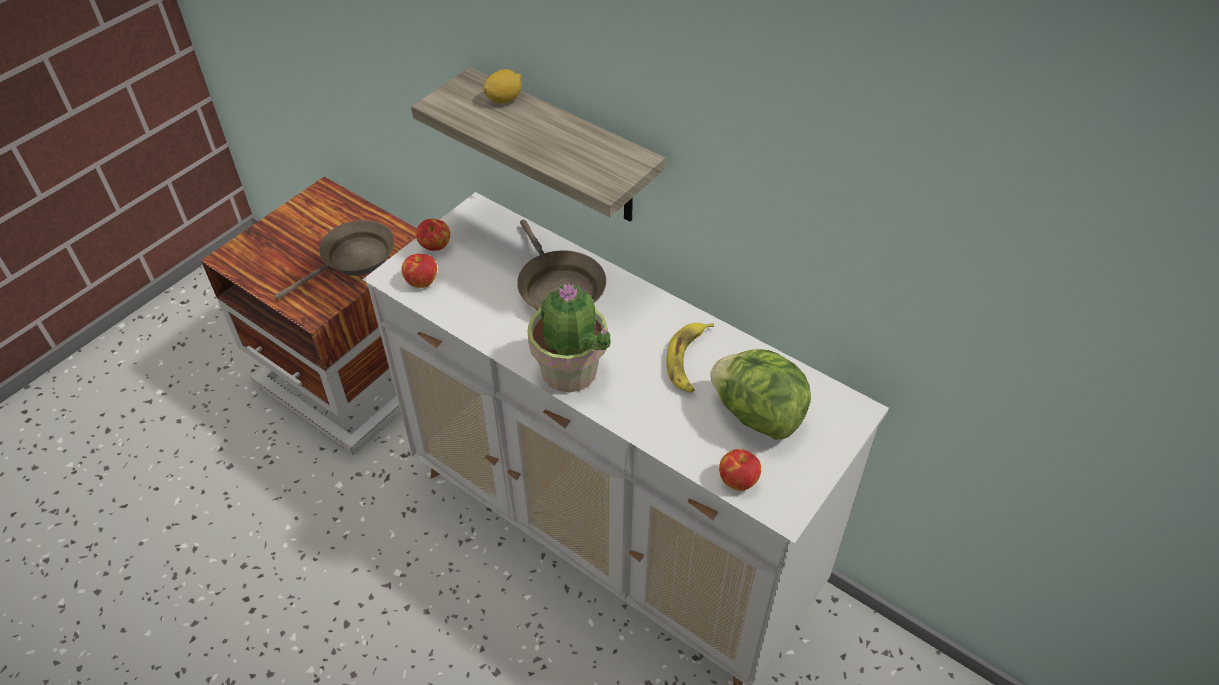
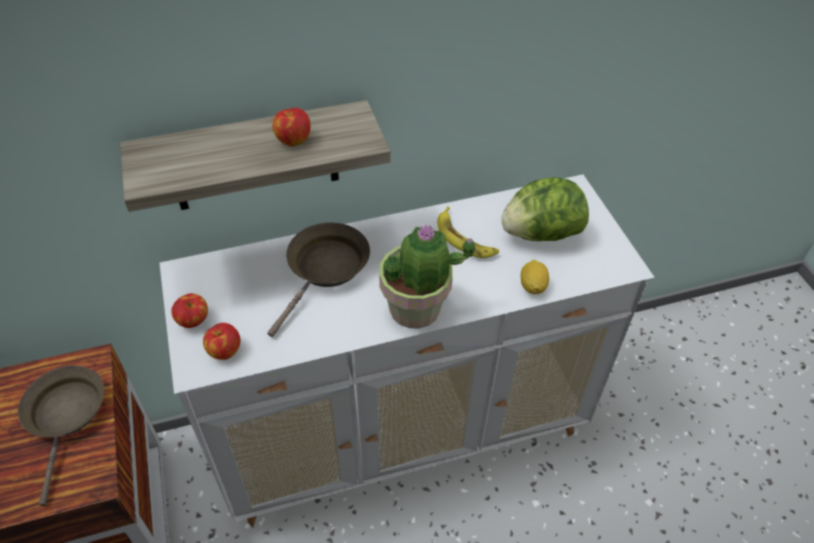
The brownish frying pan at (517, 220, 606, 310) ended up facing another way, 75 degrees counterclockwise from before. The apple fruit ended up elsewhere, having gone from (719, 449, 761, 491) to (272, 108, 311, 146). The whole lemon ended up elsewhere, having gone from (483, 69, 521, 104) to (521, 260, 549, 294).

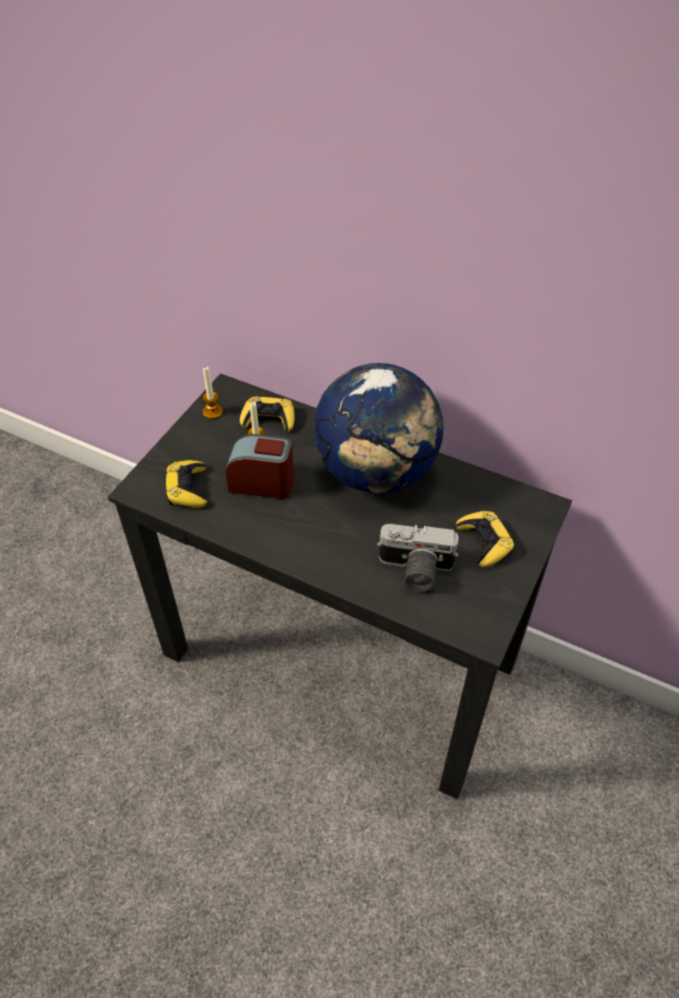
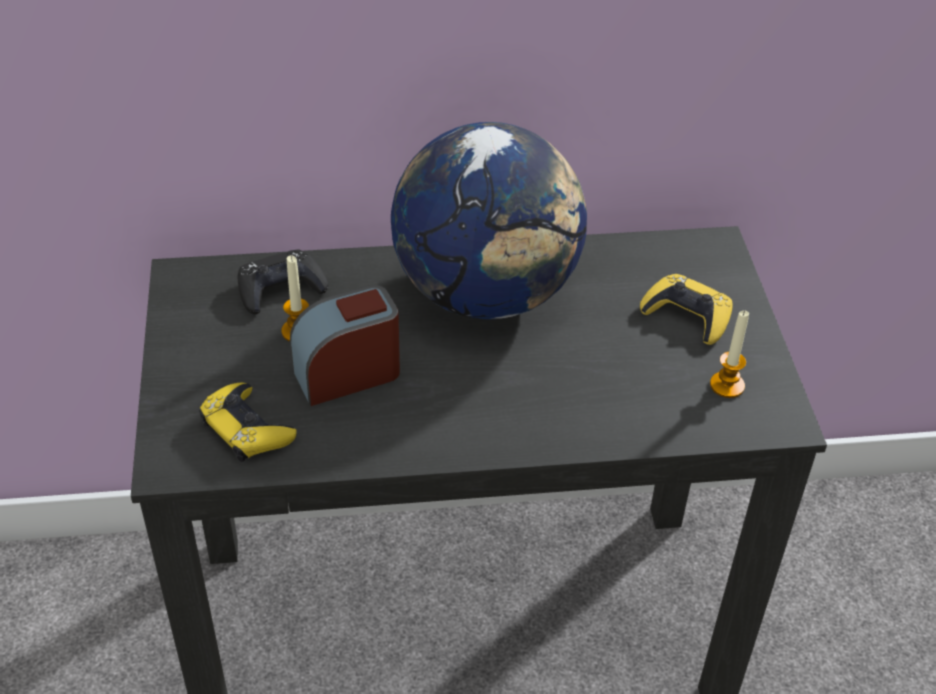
What was the yellow gamepad at (240, 396, 295, 431) turned into the black-coloured gamepad at (238, 250, 328, 314). The wax candle ended up elsewhere, having gone from (203, 366, 223, 419) to (710, 310, 749, 398). The second view lost the photo camera at (377, 524, 459, 591).

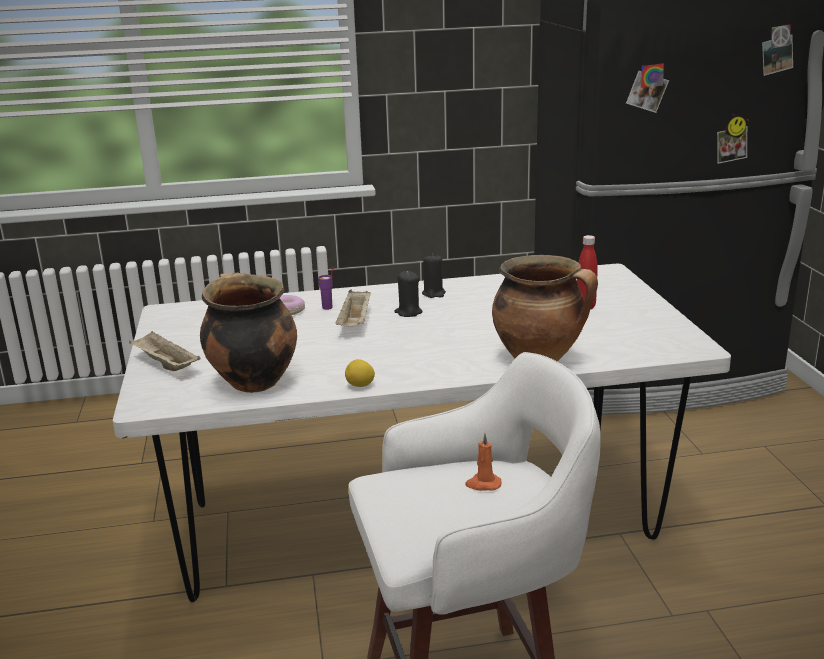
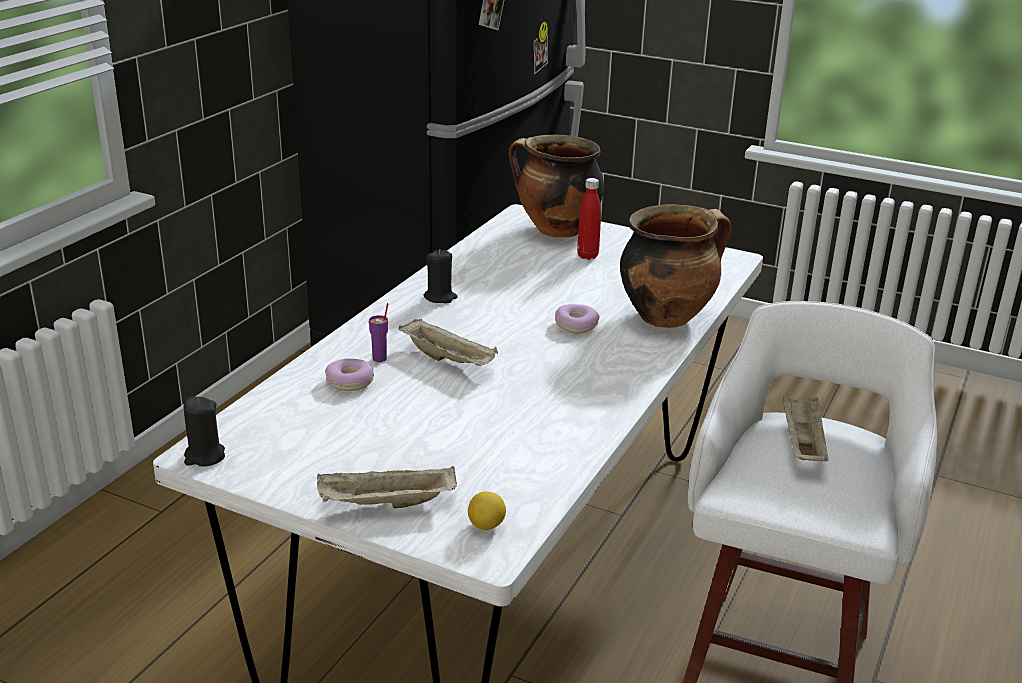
The black-coloured wax candle ended up elsewhere, having gone from (395, 271, 423, 317) to (184, 397, 225, 467). The whole lemon ended up elsewhere, having gone from (345, 359, 375, 387) to (468, 491, 506, 530). The stockpot ended up elsewhere, having gone from (200, 273, 297, 393) to (509, 135, 604, 238). The second view gained the ring doughnut at (555, 304, 600, 334). Where the orange-coloured wax candle stood at (465, 433, 502, 491), the beige serving tray came to stand at (783, 396, 829, 462).

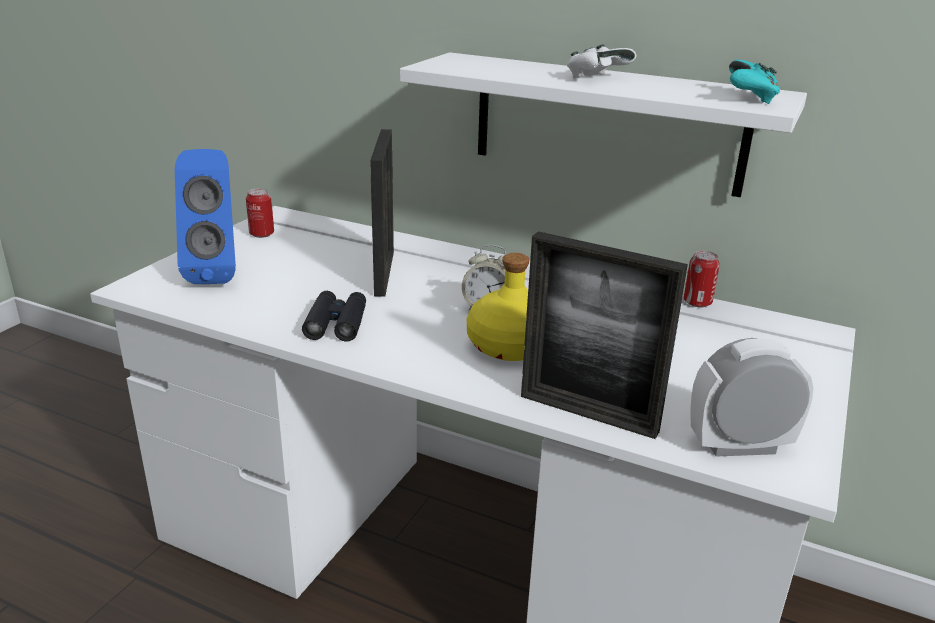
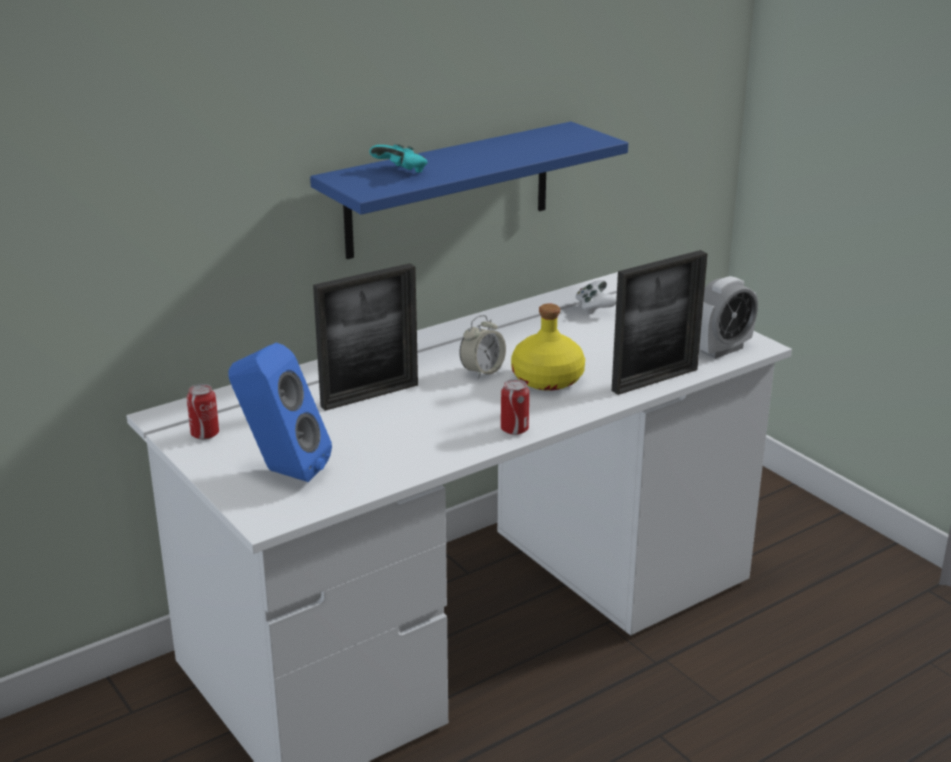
What was the white-coloured shelf at (400, 52, 807, 197) turned into the bluish shelf at (310, 122, 628, 259). The picture frame at (370, 129, 394, 297) ended up facing another way, 120 degrees clockwise from before. The turquoise gamepad ended up elsewhere, having gone from (729, 60, 780, 104) to (369, 144, 428, 173). The can ended up elsewhere, having gone from (684, 251, 720, 308) to (501, 379, 529, 435). The white-coloured gamepad ended up elsewhere, having gone from (567, 44, 636, 78) to (576, 280, 617, 315). The bedside clock at (690, 338, 814, 457) ended up facing another way, 150 degrees counterclockwise from before. The second view lost the black-coloured binoculars at (302, 291, 366, 342).

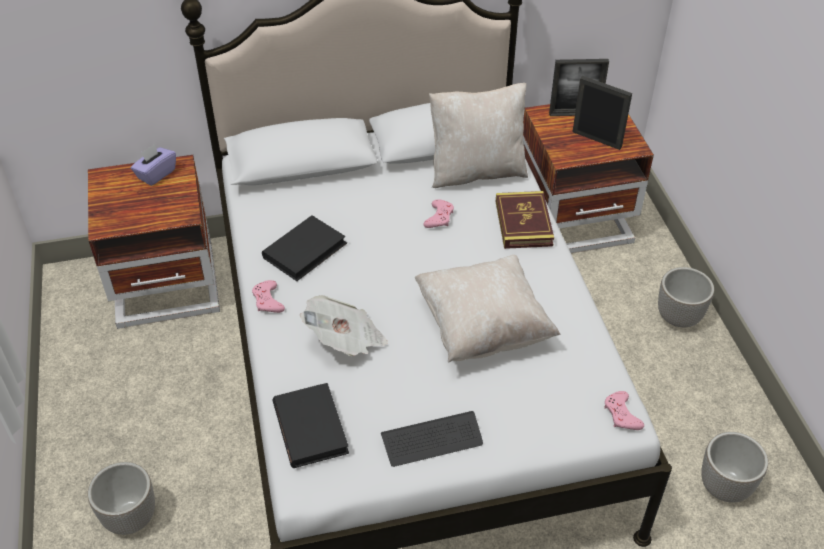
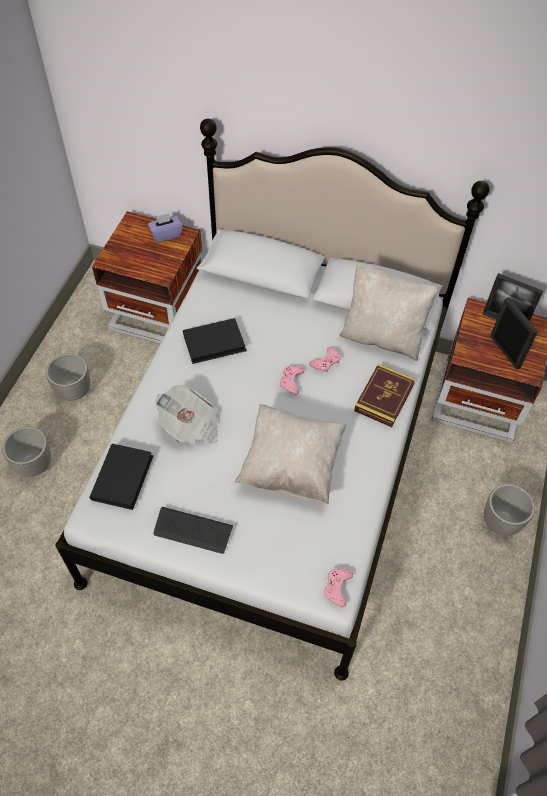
The planter ended up elsewhere, having gone from (701, 432, 768, 503) to (46, 353, 90, 401). The pinkish gamepad ended up elsewhere, having gone from (252, 280, 285, 313) to (280, 366, 305, 395).

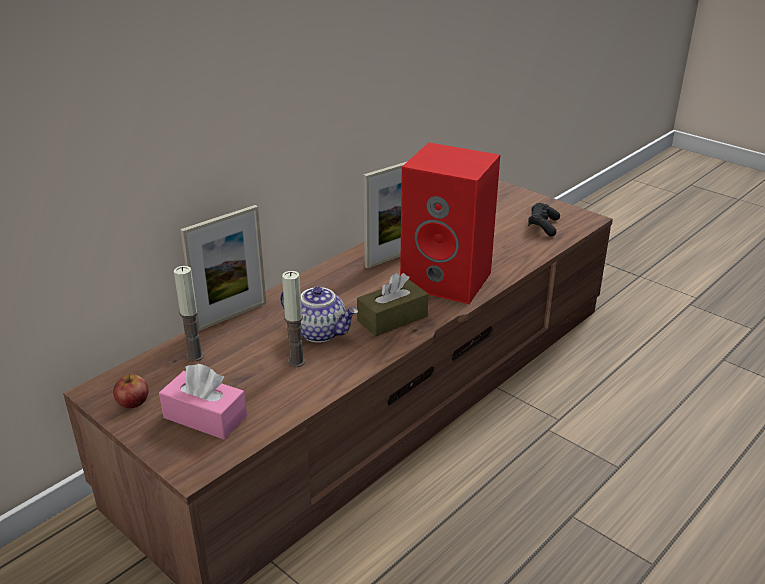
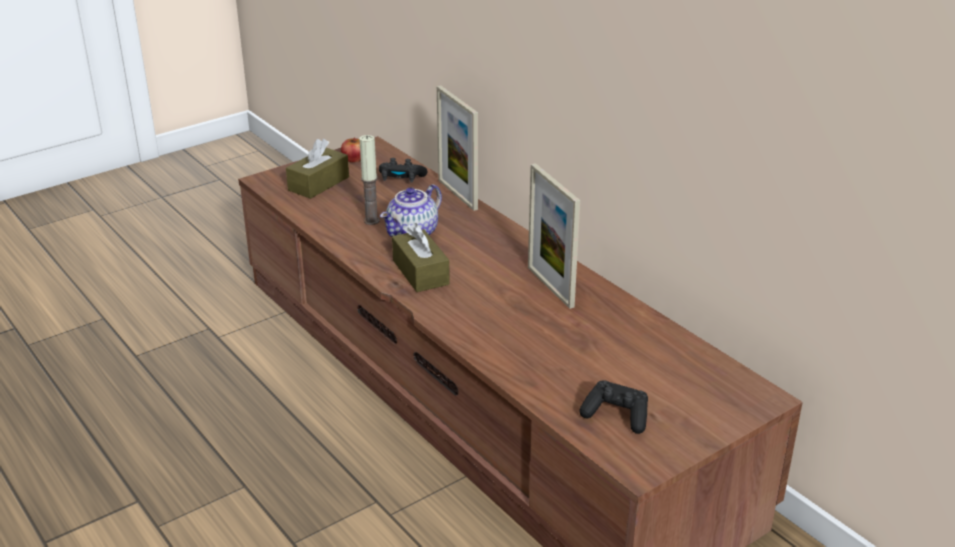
What was the pinkish box of tissues at (159, 364, 247, 440) turned into the brownish box of tissues at (286, 139, 349, 199). Where the wax candle stood at (174, 266, 204, 362), the black-coloured gamepad came to stand at (379, 158, 427, 183). The second view lost the red-coloured speaker at (400, 143, 500, 304).

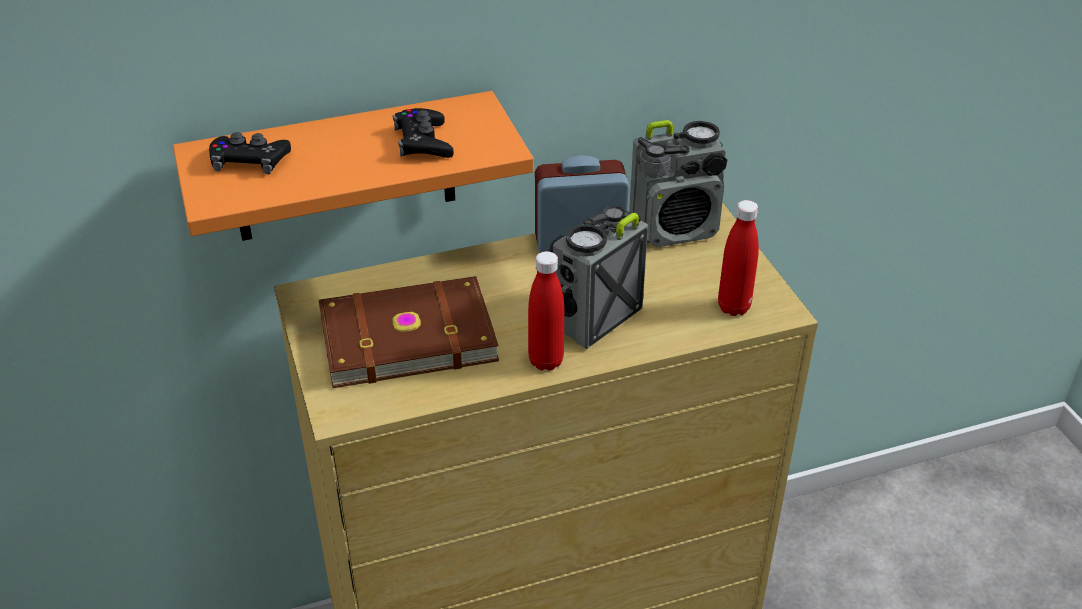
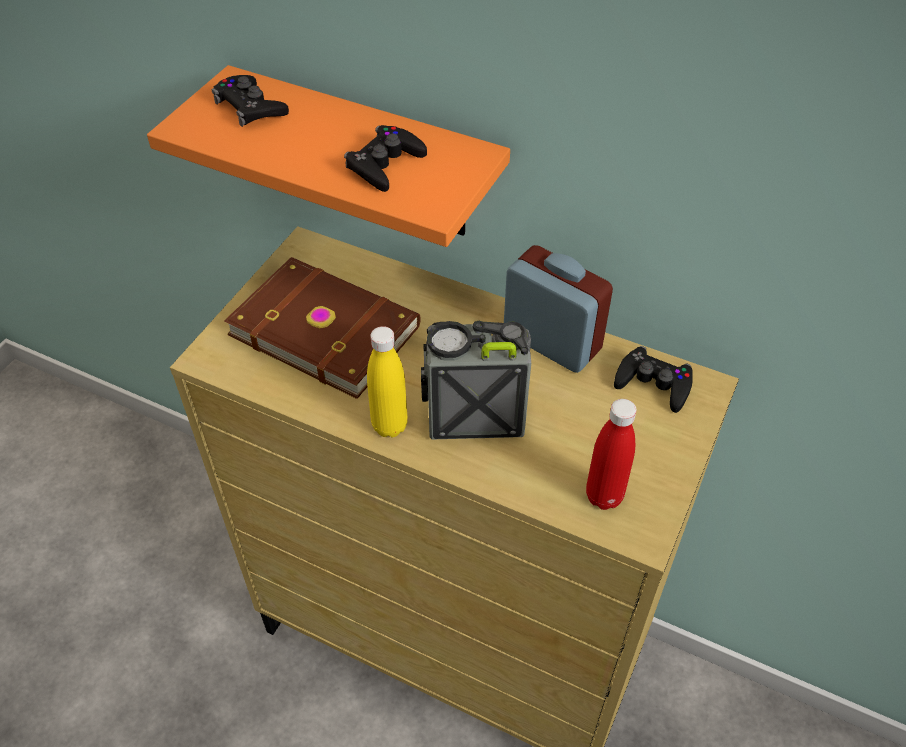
What was the red-coloured drink bottle at (528, 251, 564, 371) turned into the yellow drink bottle at (367, 326, 408, 437). Where the radio receiver stood at (629, 120, 727, 247), the black-coloured gamepad came to stand at (614, 346, 692, 413).

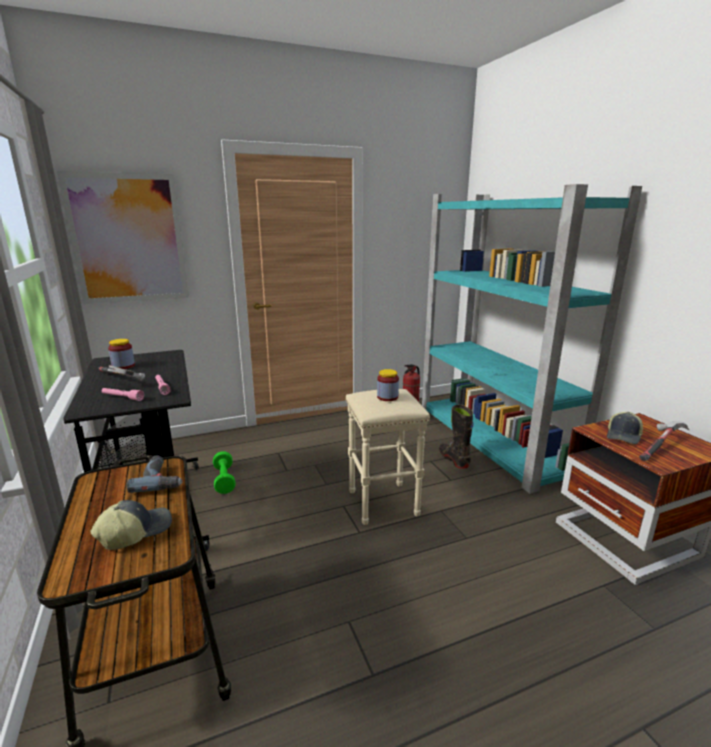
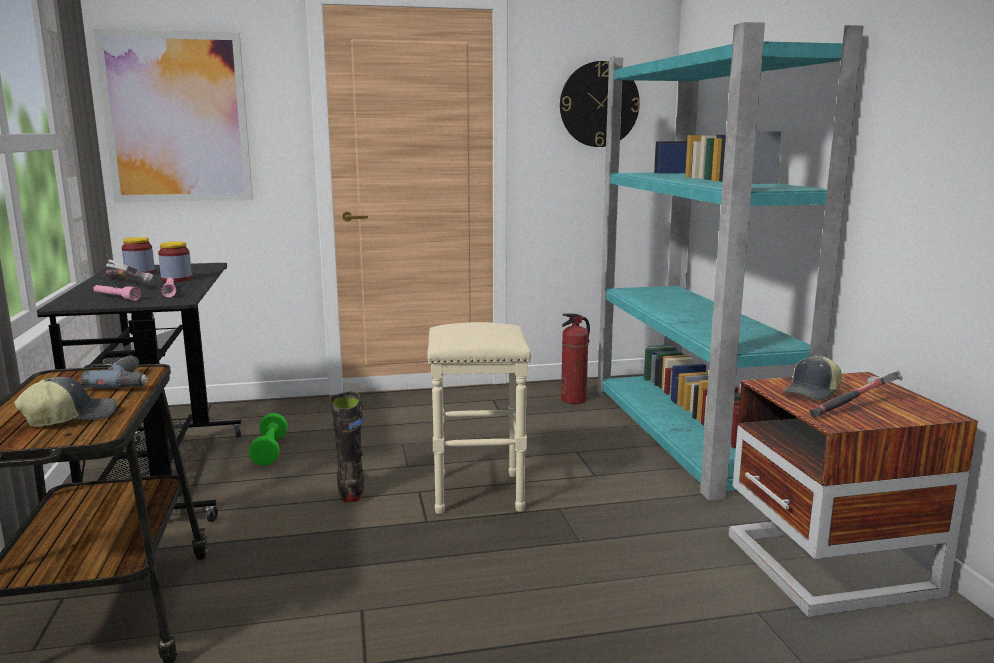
The preserve jar ended up elsewhere, having gone from (377, 369, 399, 401) to (158, 242, 192, 282). The black-coloured high-top boot ended up elsewhere, having gone from (439, 404, 474, 469) to (330, 391, 364, 502). The second view gained the wall clock at (560, 61, 640, 147).

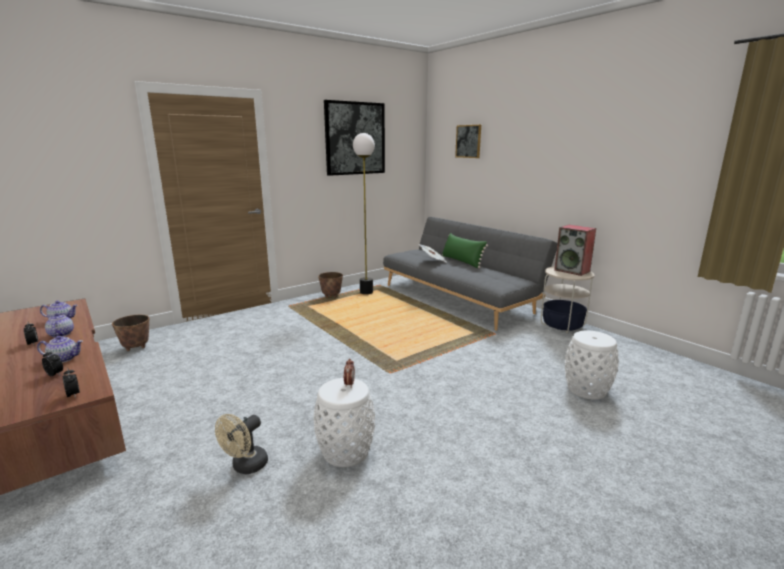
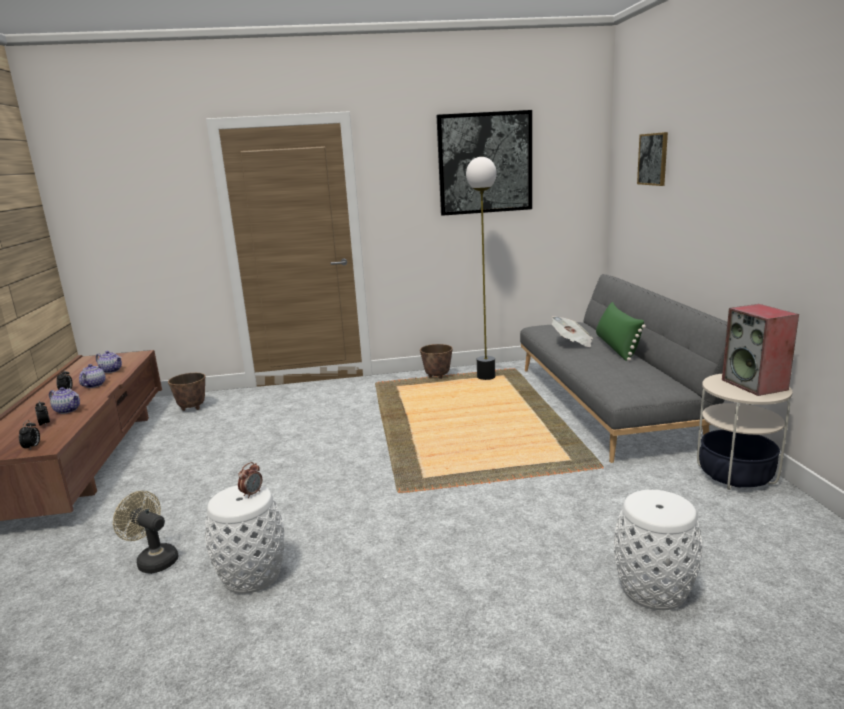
The beige cooling fan at (215, 414, 268, 474) ended up facing another way, 60 degrees clockwise from before.

